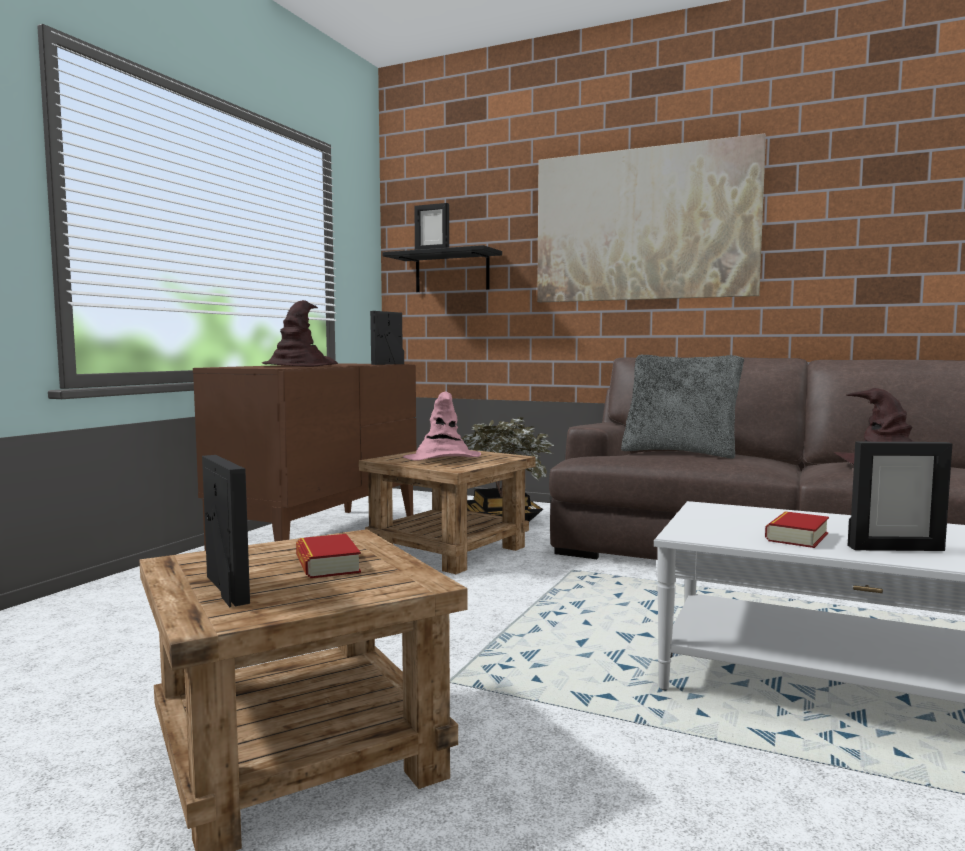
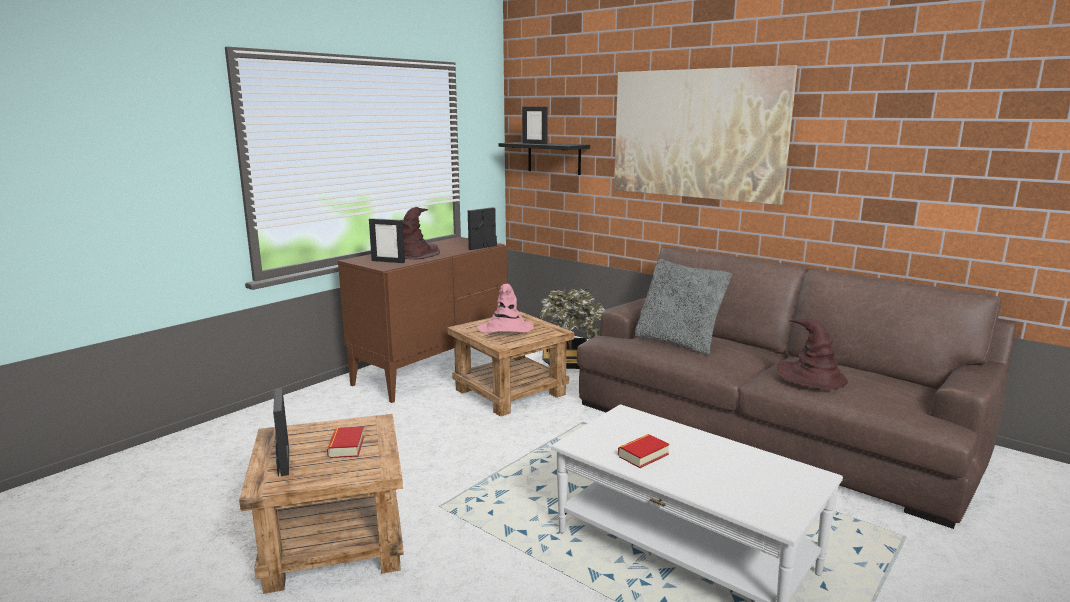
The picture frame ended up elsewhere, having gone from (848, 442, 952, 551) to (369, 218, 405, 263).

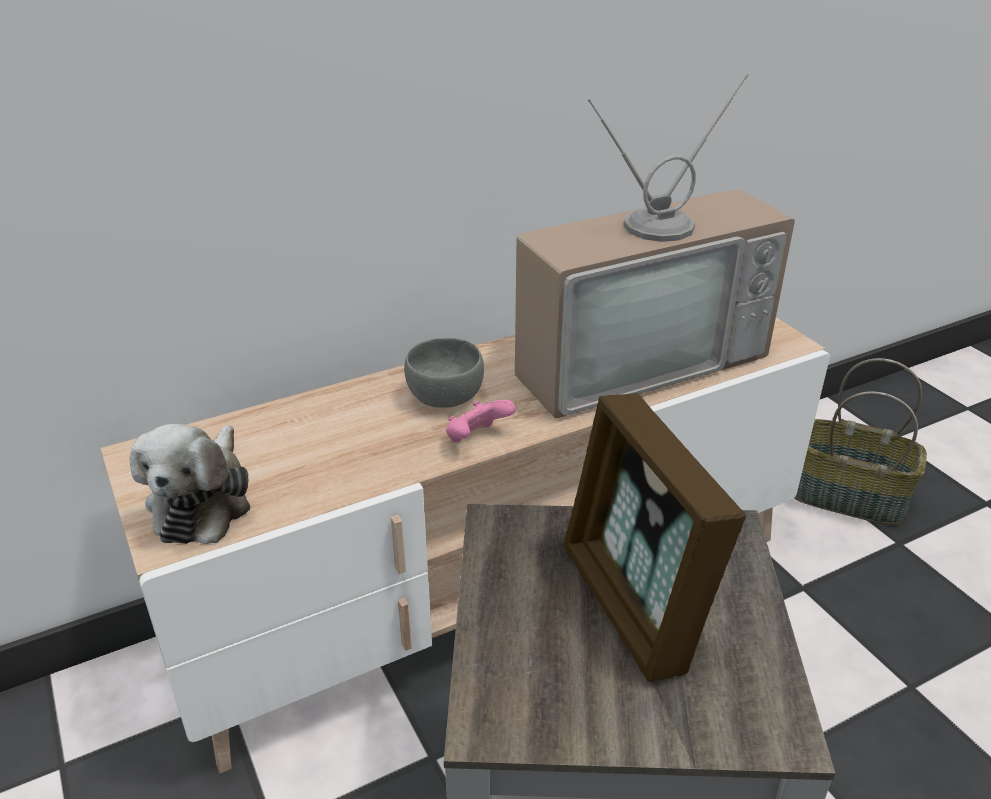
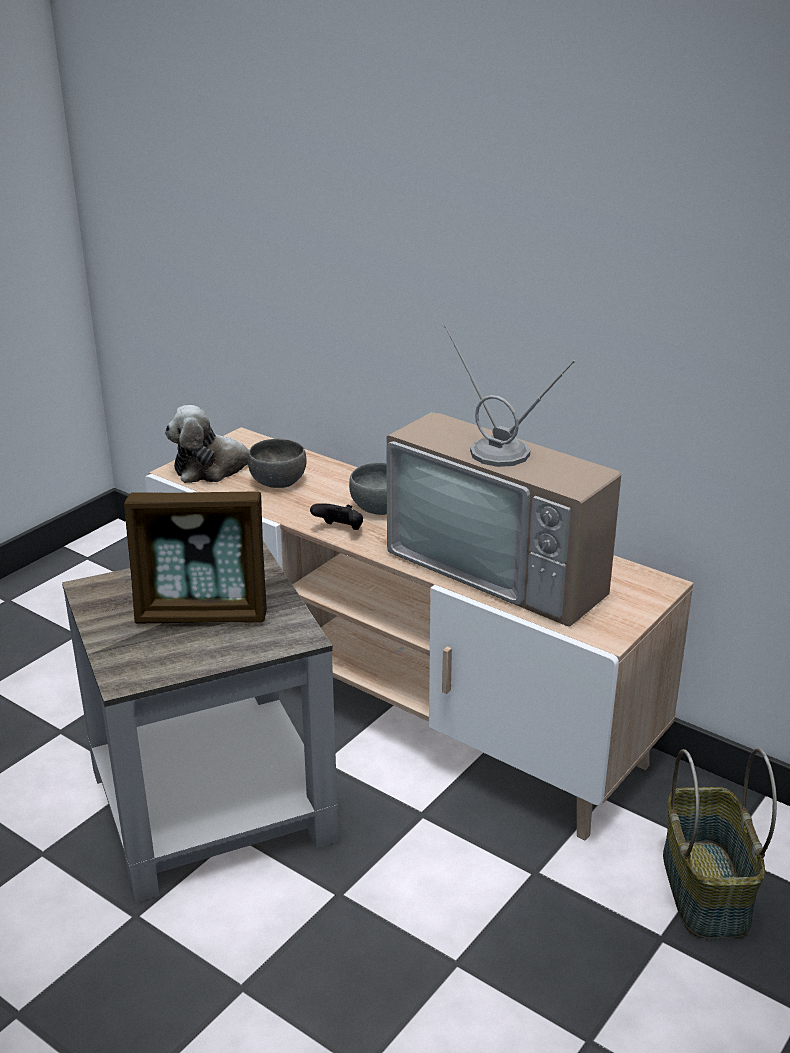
The picture frame at (563, 393, 746, 682) ended up facing another way, 135 degrees counterclockwise from before. The second view gained the gray bowl at (248, 439, 306, 488). What was the pinkish gamepad at (446, 400, 516, 443) turned into the black-coloured gamepad at (310, 503, 363, 530).

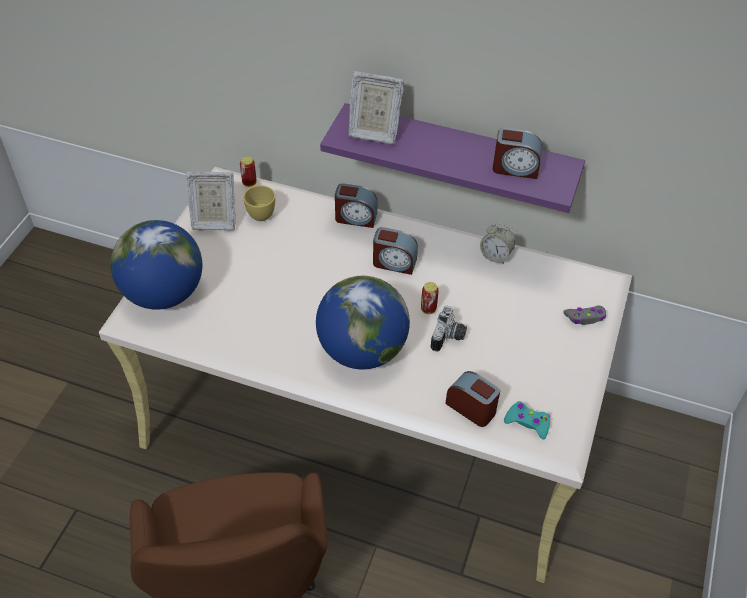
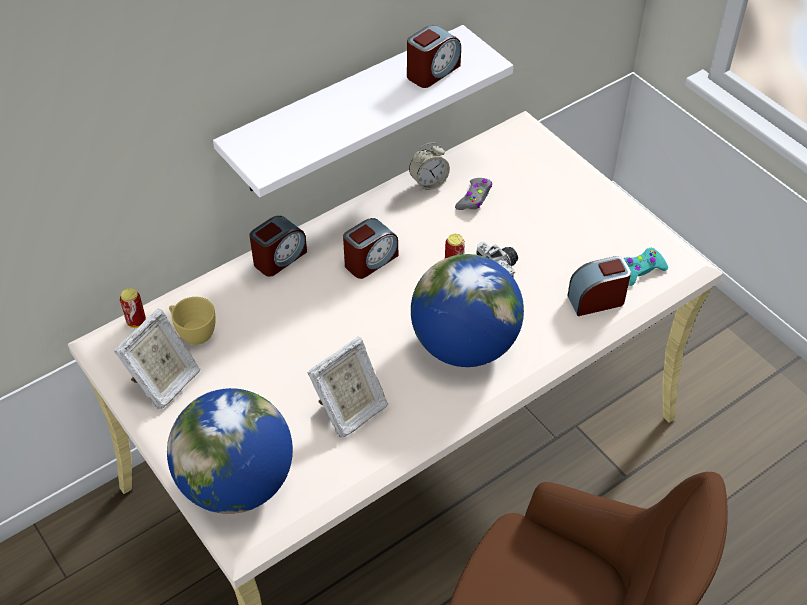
What was the purplish shelf at (320, 103, 585, 213) turned into the white-coloured shelf at (213, 25, 513, 197). The picture frame ended up elsewhere, having gone from (348, 71, 404, 144) to (307, 337, 388, 437). The gray gamepad ended up elsewhere, having gone from (564, 305, 606, 325) to (455, 178, 492, 210).

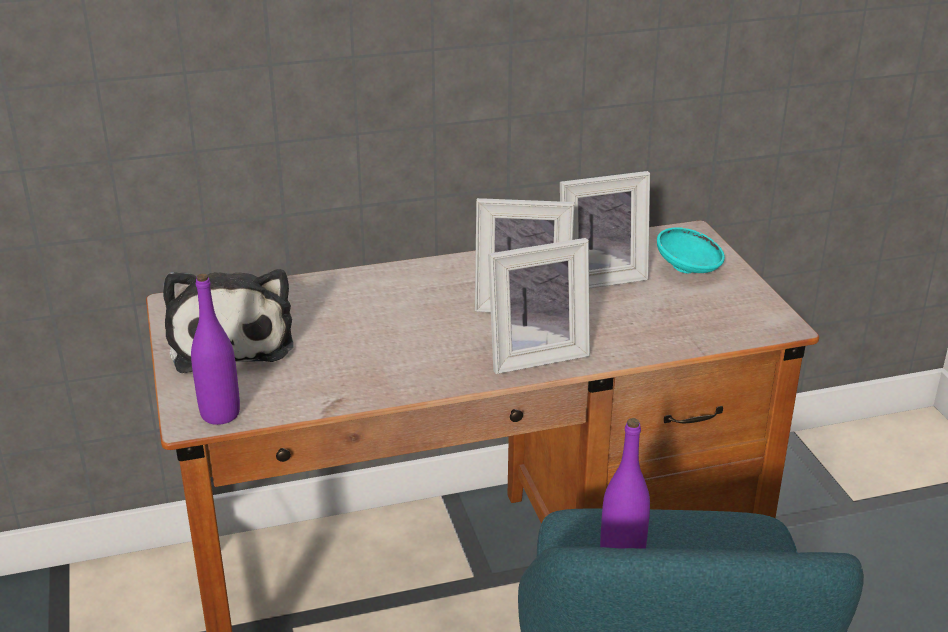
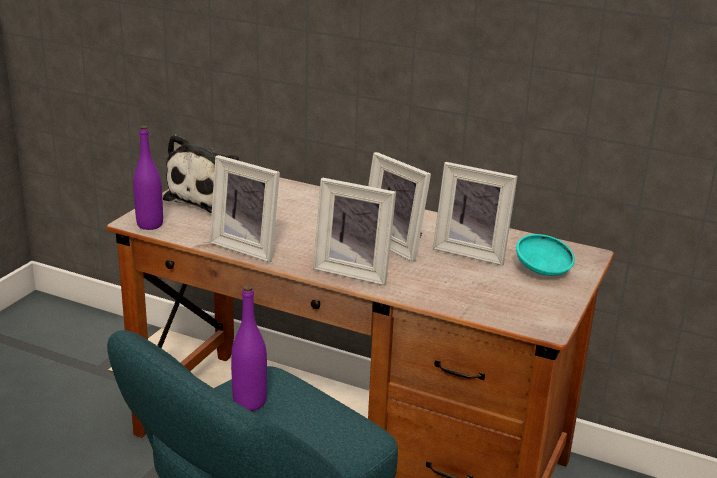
The second view gained the picture frame at (210, 155, 280, 262).

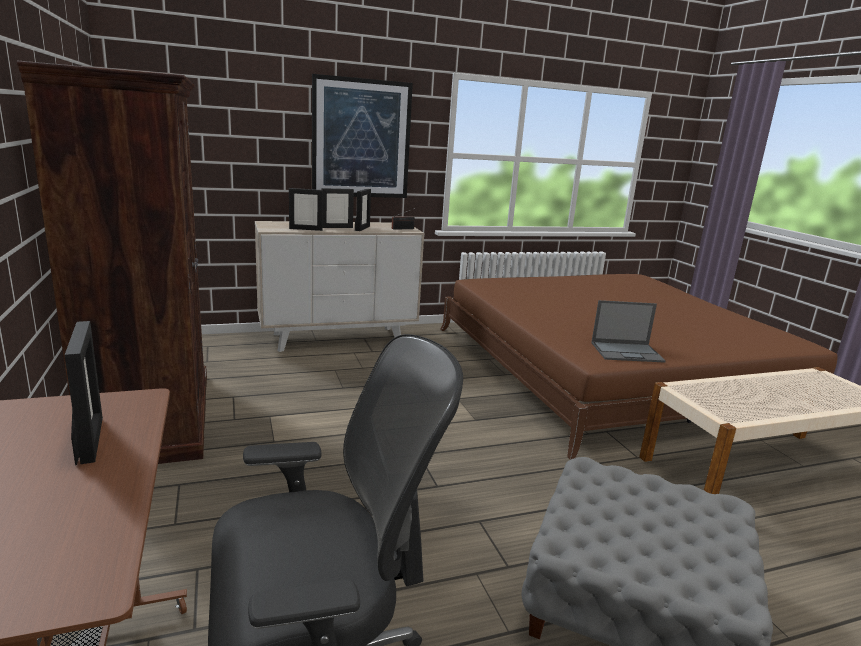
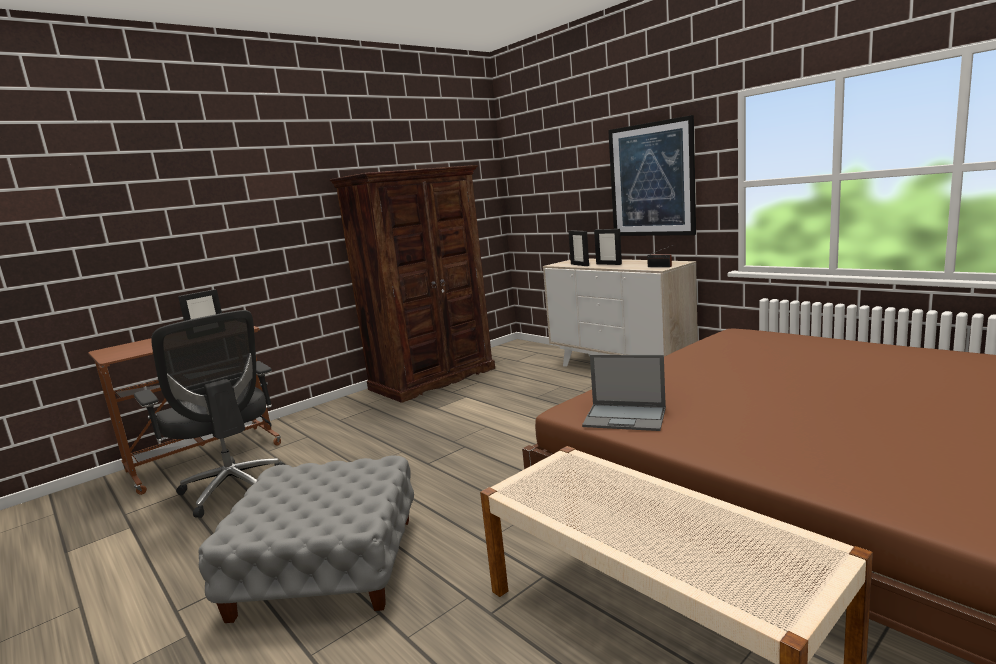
The notebook computer at (591, 300, 666, 363) ended up facing another way, 45 degrees counterclockwise from before. The second view lost the picture frame at (355, 189, 371, 231).

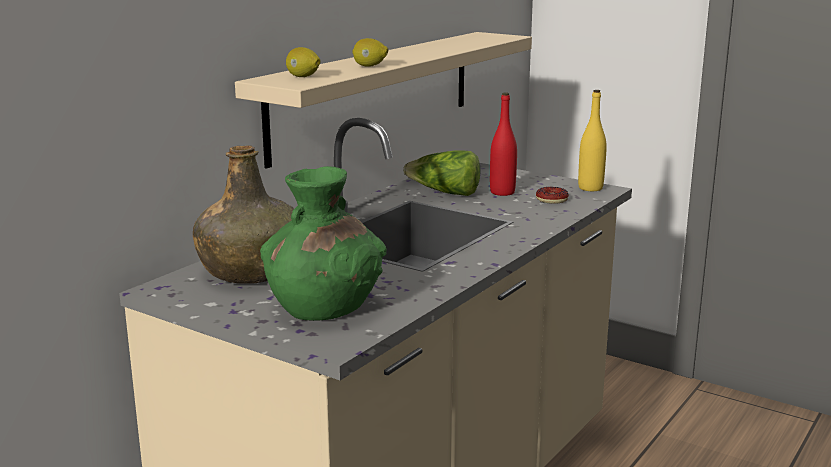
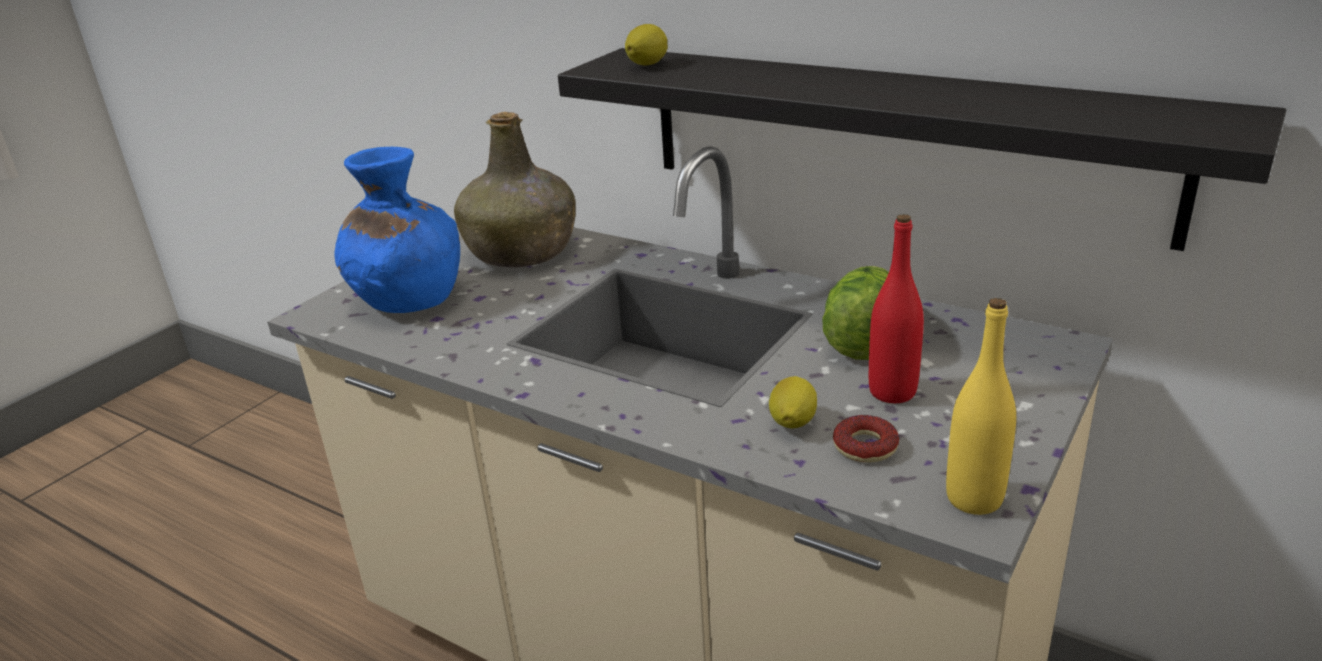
What was the greenish vase at (260, 166, 387, 321) turned into the bluish vase at (335, 147, 460, 313). What was the beige shelf at (235, 32, 532, 169) turned into the black-coloured shelf at (558, 48, 1286, 251). The whole lemon ended up elsewhere, having gone from (352, 38, 388, 67) to (769, 376, 817, 428).

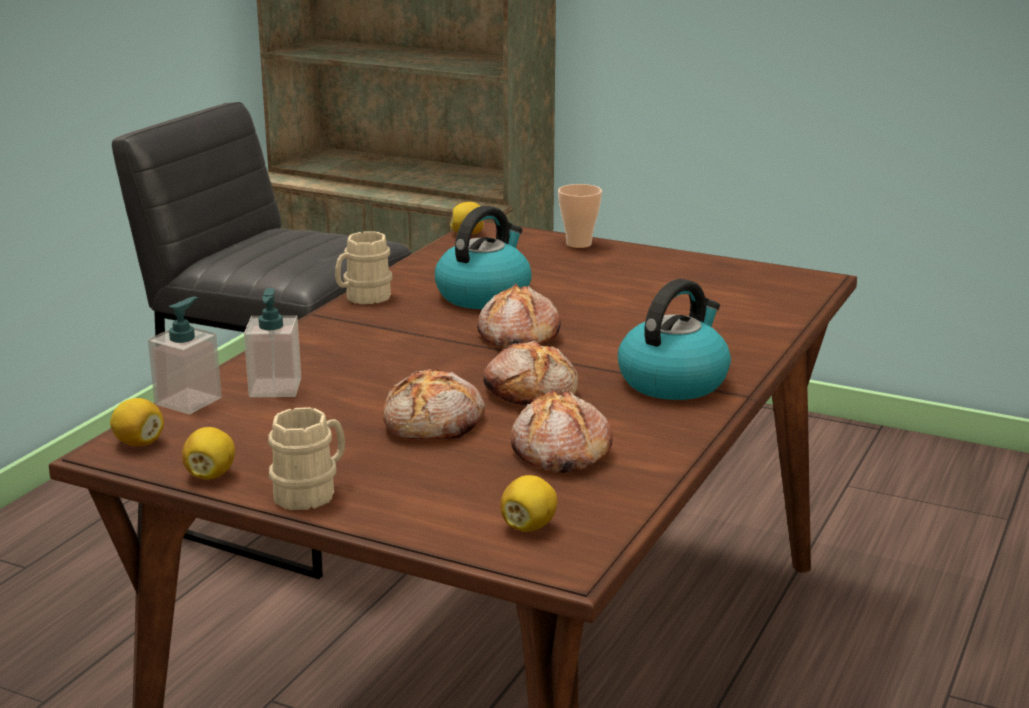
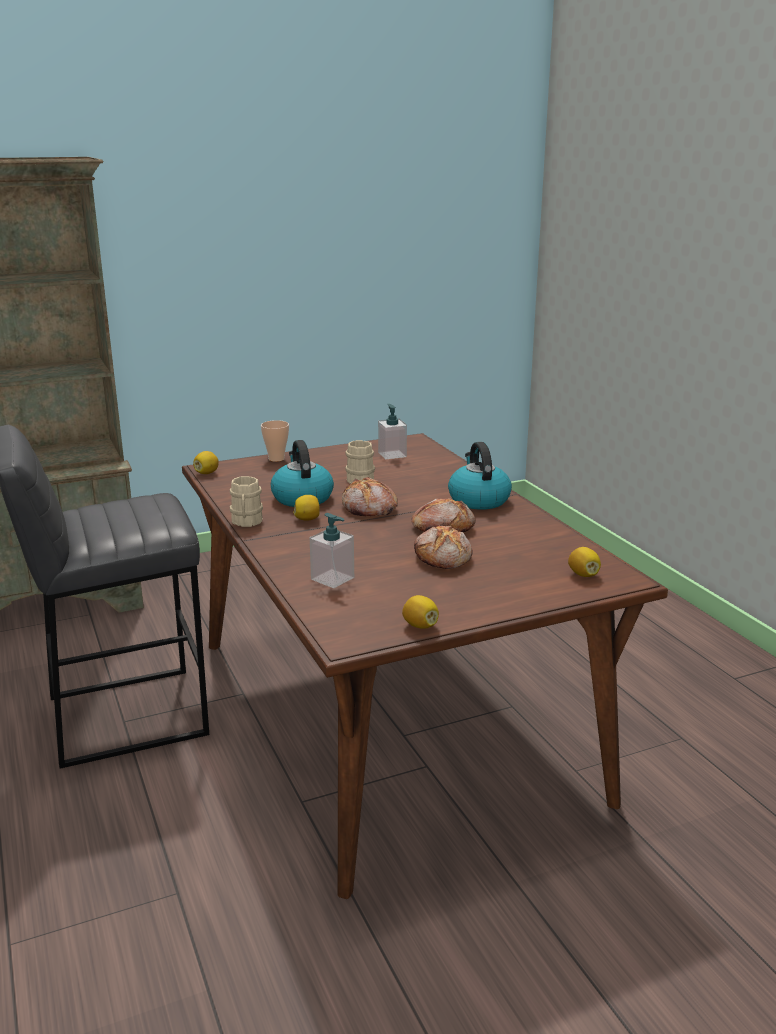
The whole lemon ended up elsewhere, having gone from (110, 398, 164, 446) to (293, 495, 320, 521). The beige mug ended up elsewhere, having gone from (268, 407, 345, 510) to (345, 440, 375, 484). The liquid soap bottle ended up elsewhere, having gone from (148, 297, 222, 414) to (378, 404, 407, 459). The second view lost the bread at (511, 388, 613, 473).

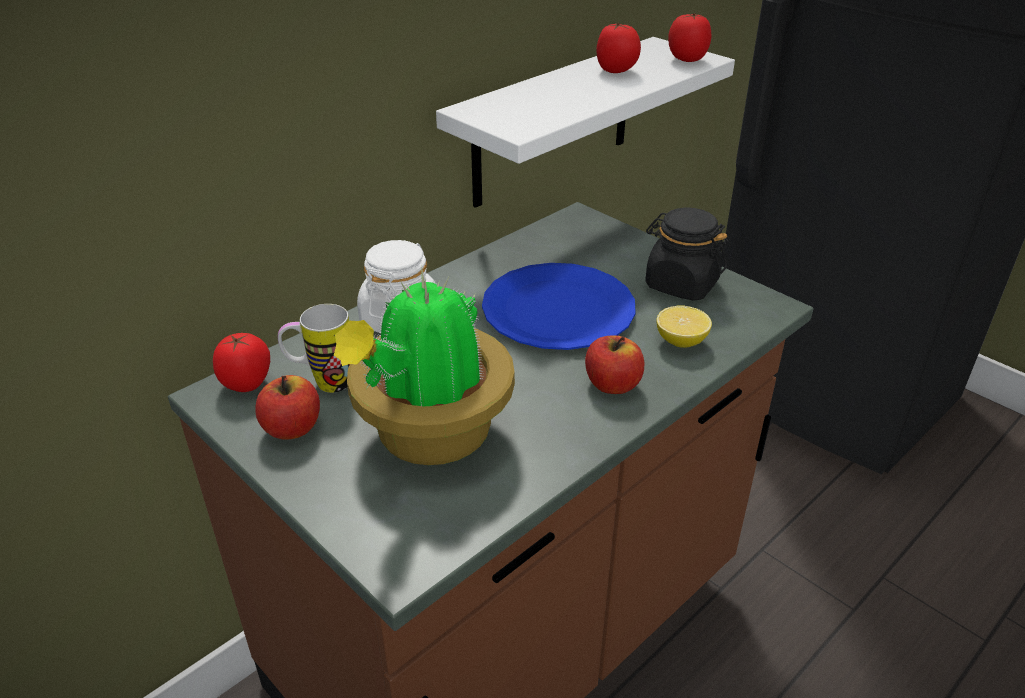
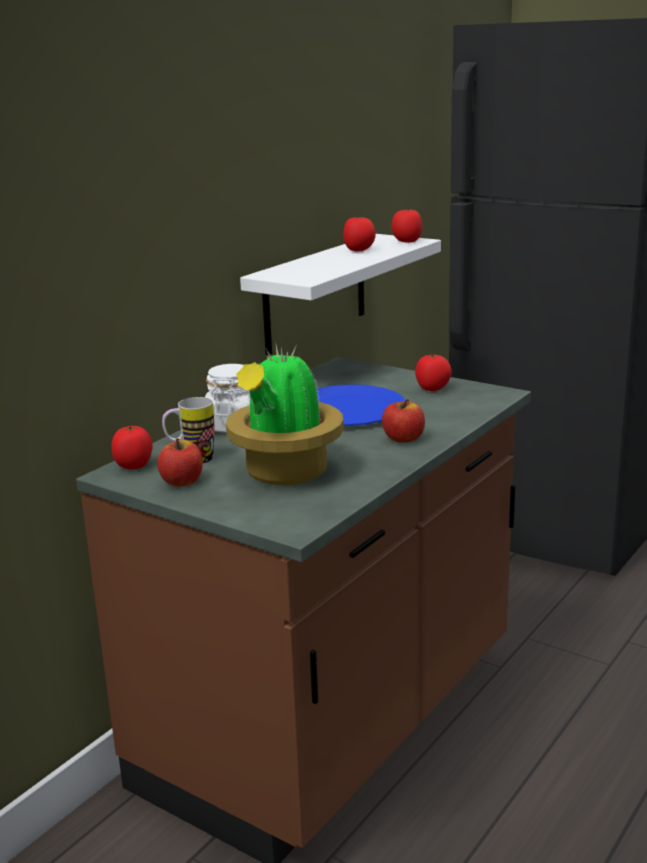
Where the black-coloured preserve jar stood at (645, 208, 728, 301), the tomato came to stand at (415, 354, 452, 391). The second view lost the whole lemon at (656, 305, 712, 348).

